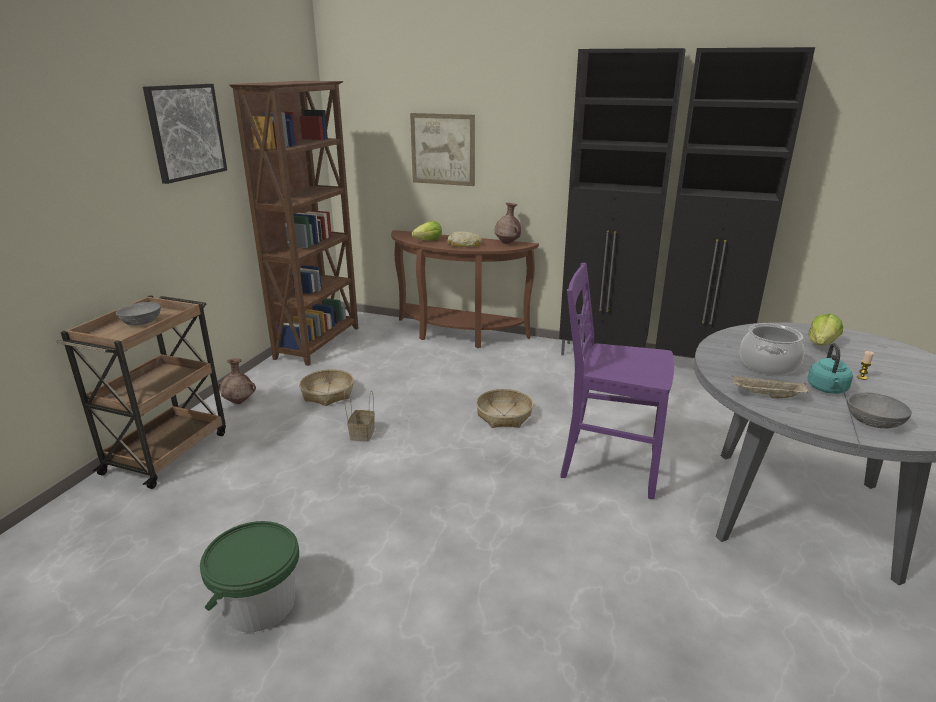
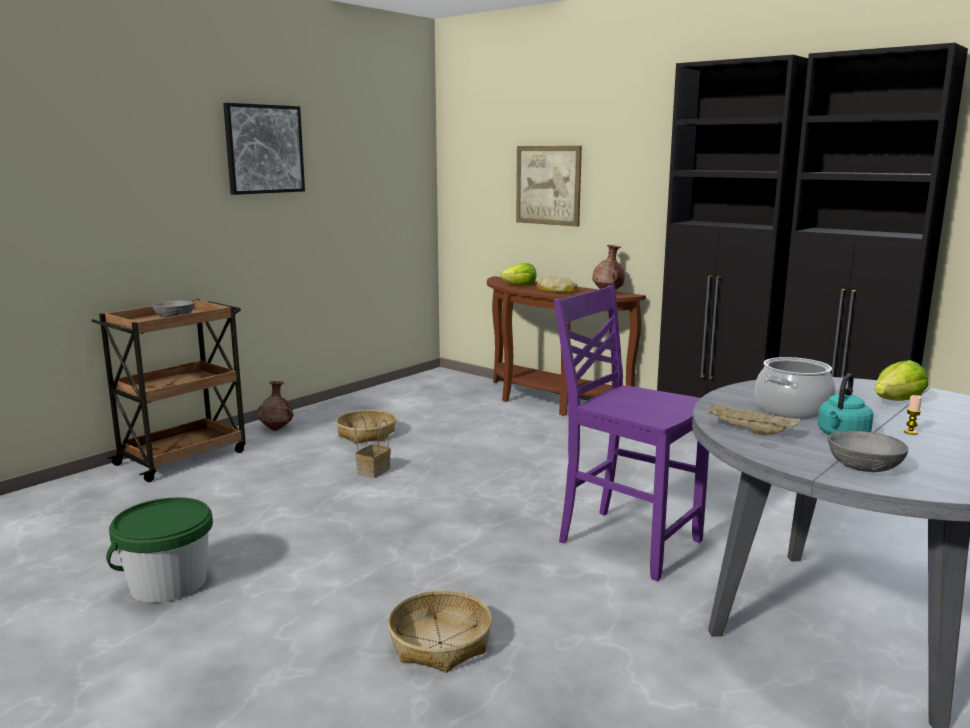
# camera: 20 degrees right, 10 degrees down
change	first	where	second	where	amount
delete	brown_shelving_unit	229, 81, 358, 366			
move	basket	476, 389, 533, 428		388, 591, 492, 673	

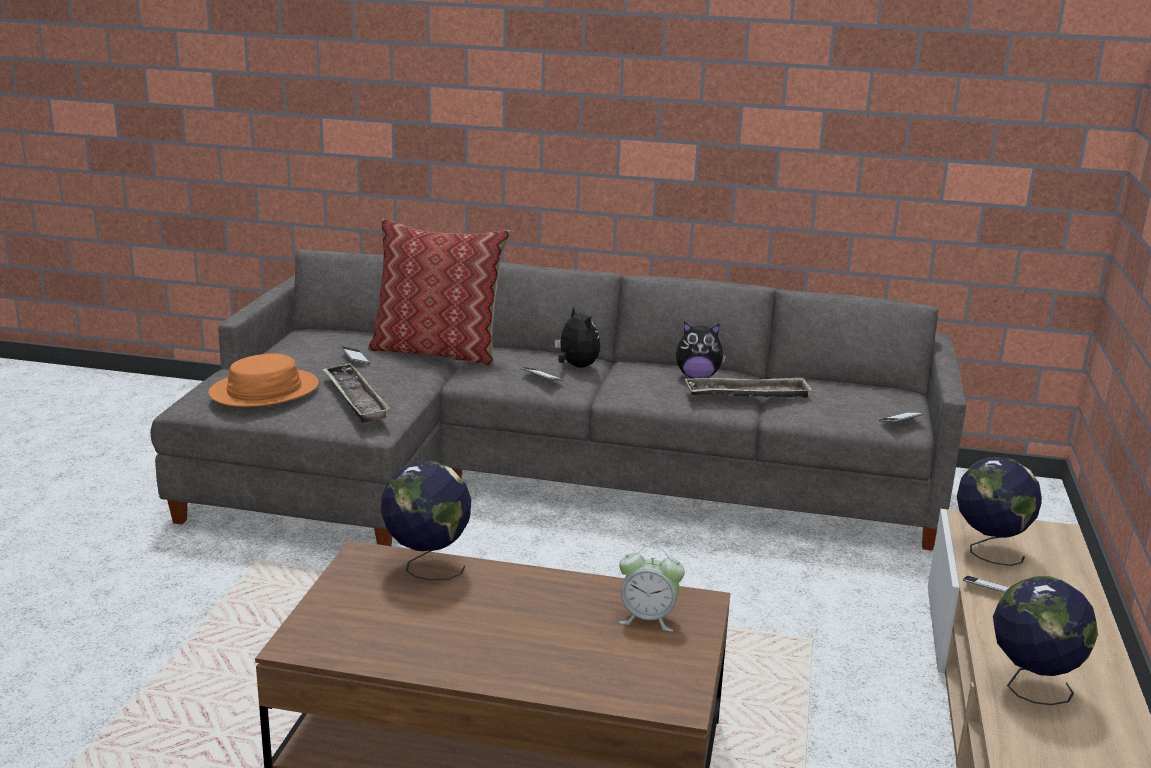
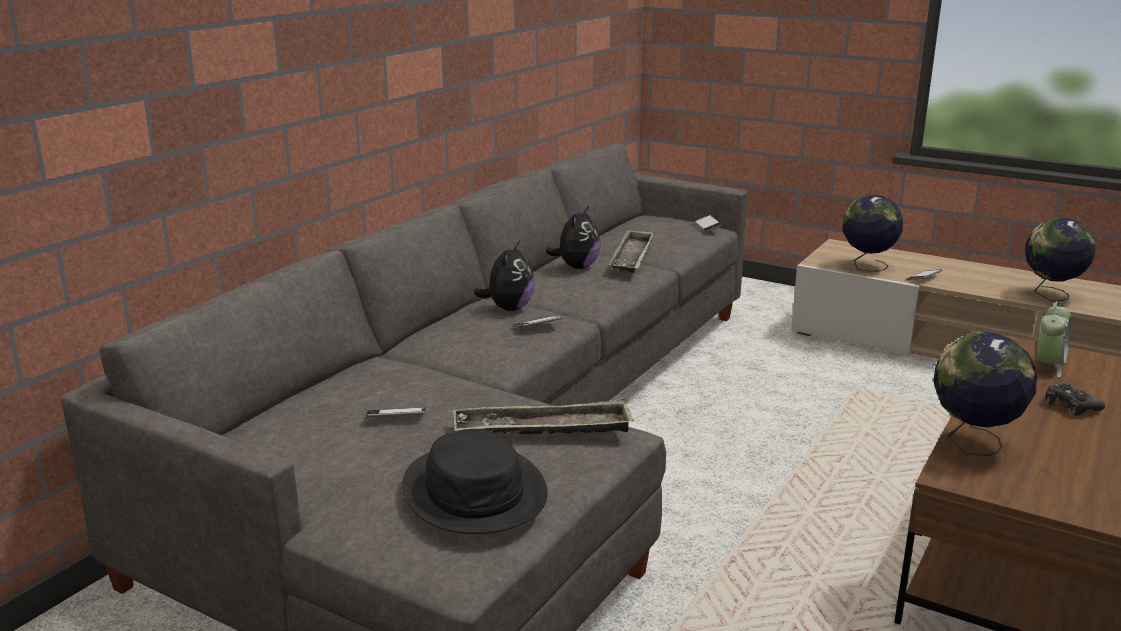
# camera: 70 degrees left, 0 degrees up
change	first	where	second	where	amount
delete	pillow	367, 219, 510, 366			
insert			black-coloured_gamepad	1045, 382, 1105, 416	
recolor	orange_clothing_hat	208, 353, 319, 407	black-coloured_clothing_hat	402, 429, 548, 534	
rotate	cuddly_toy	555, 306, 600, 368		474, 240, 535, 311	120 degrees clockwise

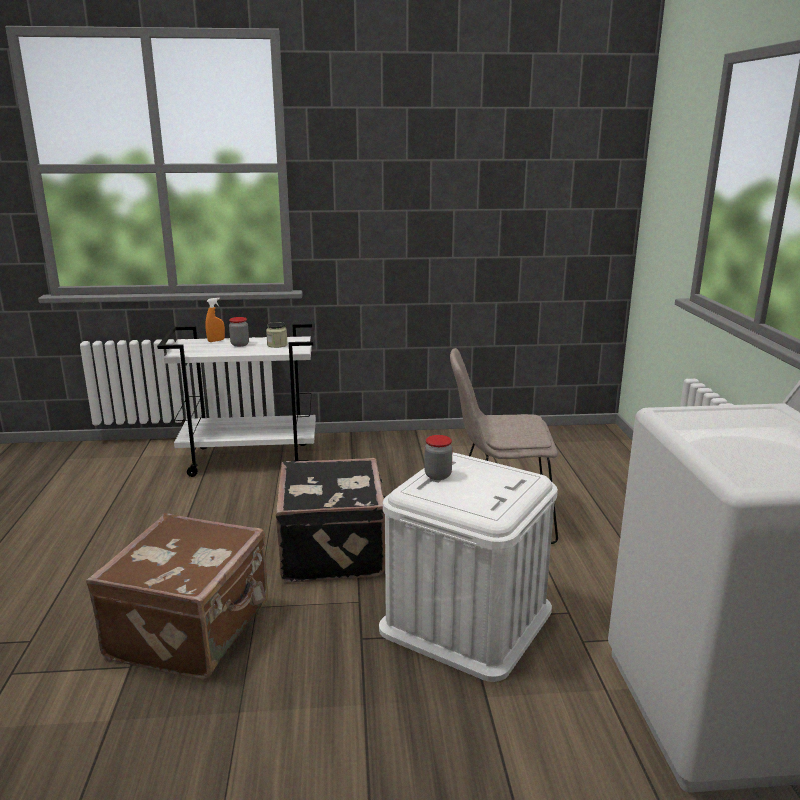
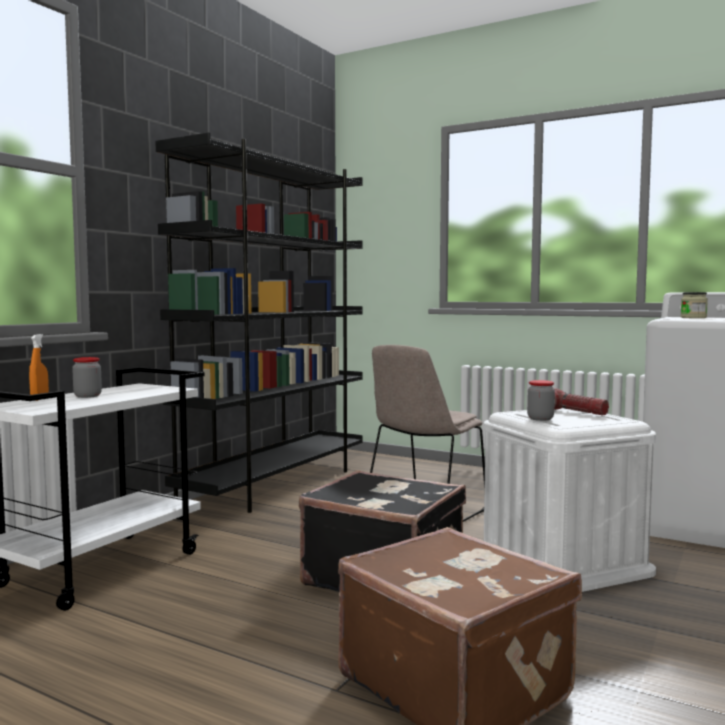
# camera: 55 degrees left, 15 degrees down
change	first	where	second	where	amount
insert			black-coloured_shelving_unit	155, 132, 362, 513	
insert			flashlight	554, 388, 609, 416	
move	storage_jar	266, 322, 288, 348		680, 292, 708, 318	

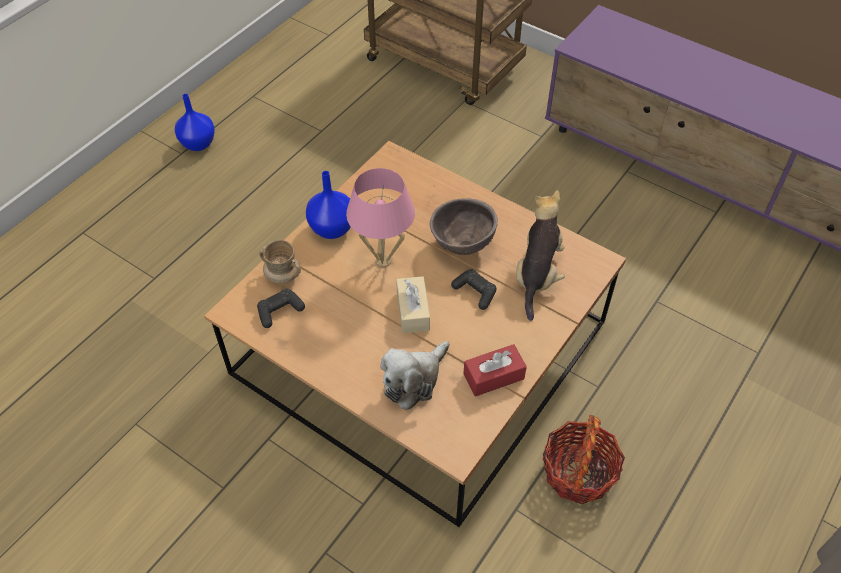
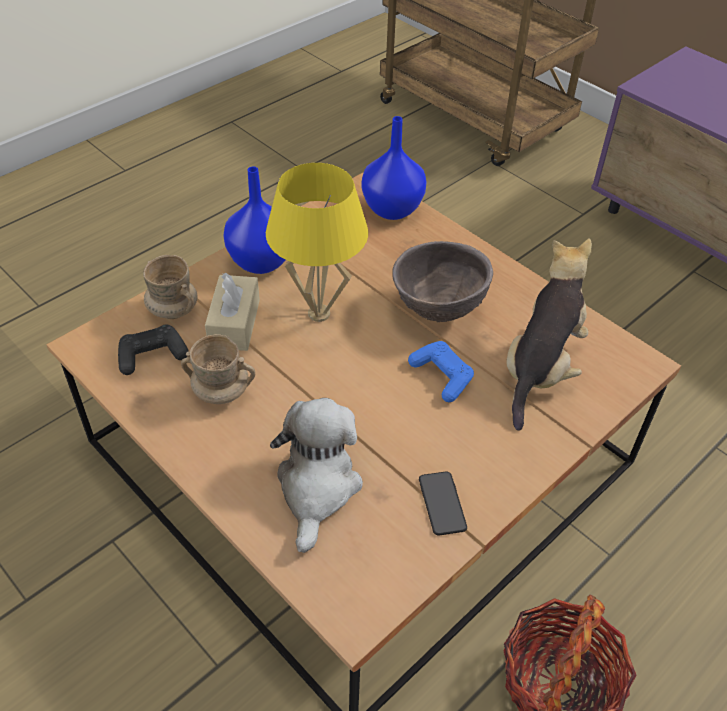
# camera: 10 degrees right, 5 degrees down
change	first	where	second	where	amount
insert			sand-coloured_tea_mug	181, 334, 255, 404	
move	blue_flower_vase	175, 94, 215, 151		362, 116, 426, 220	
move	sand-coloured_box_of_tissues	396, 276, 430, 333		205, 273, 260, 351	
replace	red-coloured_box_of_tissues	463, 344, 527, 397	phone	419, 472, 467, 535	
recolor	pink-coloured_lamp_for_a_table	346, 168, 415, 268	yellow-coloured_lamp_for_a_table	266, 163, 368, 322	
recolor	black-coloured_gamepad	451, 269, 496, 310	blue_gamepad	408, 341, 474, 402	
rotate	cuddly_toy	380, 341, 449, 410		270, 398, 363, 553	135 degrees clockwise

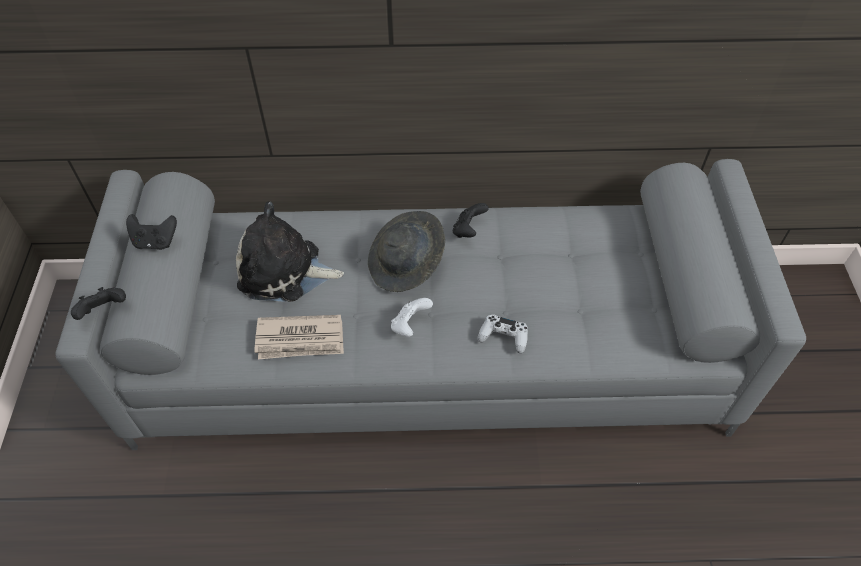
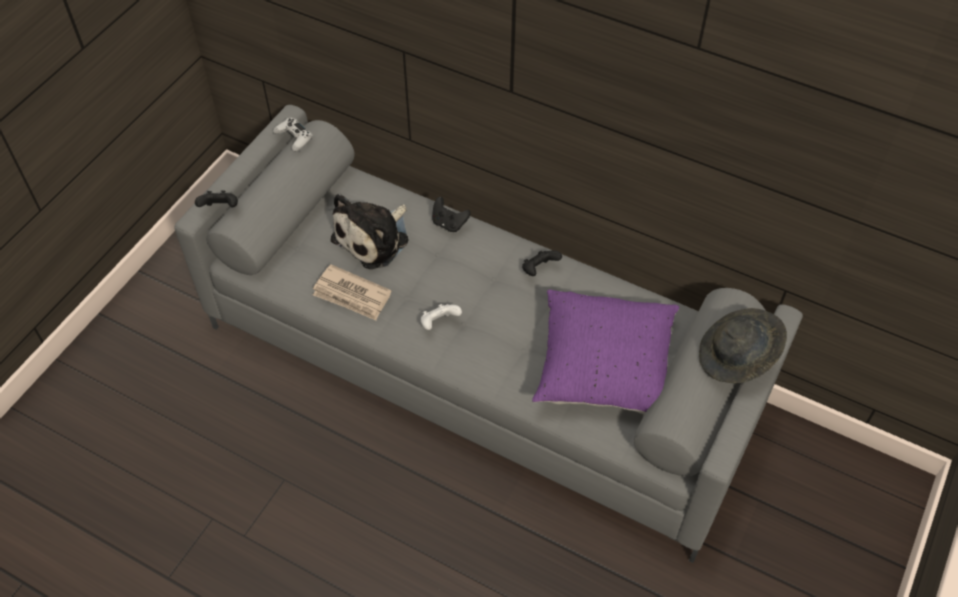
# camera: 30 degrees right, 0 degrees up
change	first	where	second	where	amount
insert			purple-coloured_pillow	532, 289, 679, 415	
move	black-coloured_gamepad	126, 214, 177, 250		432, 197, 471, 232	
move	gray_clothing_hat	368, 211, 445, 292		699, 308, 787, 383	
move	white_gamepad	477, 314, 528, 354		273, 118, 313, 152	
rotate	cuddly_toy	236, 201, 344, 302		331, 194, 409, 269	90 degrees counterclockwise

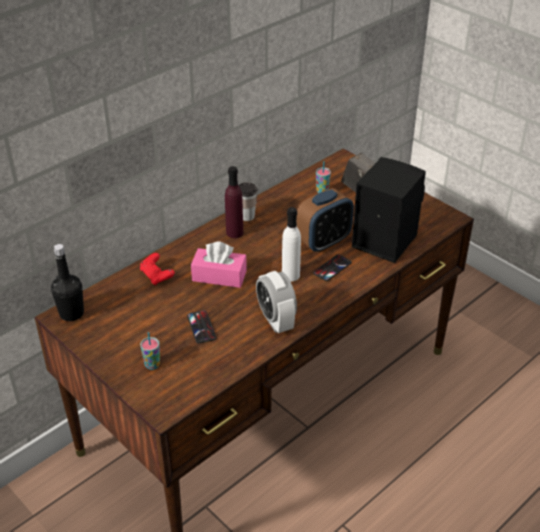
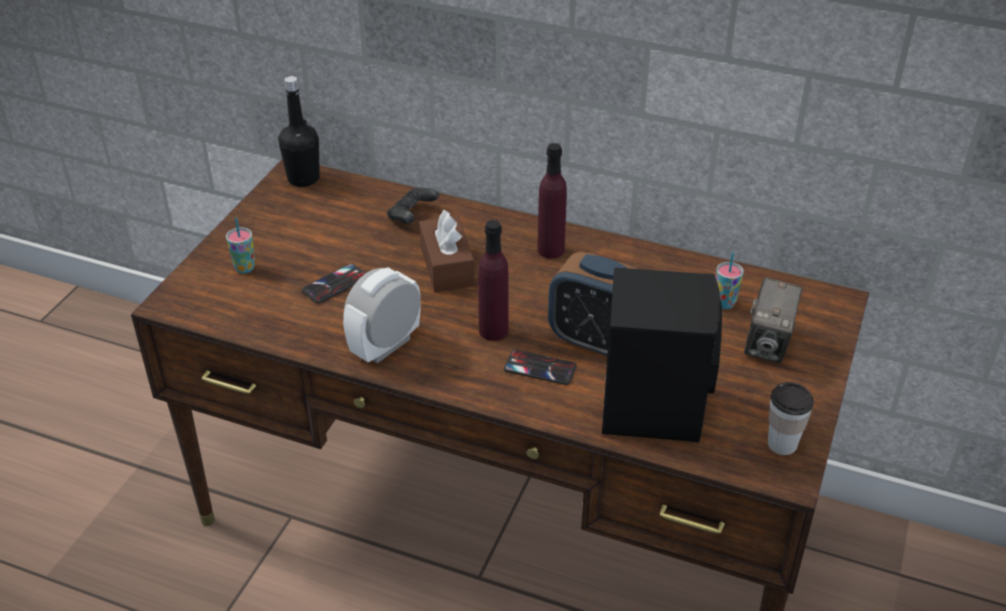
# camera: 65 degrees right, 0 degrees up
change	first	where	second	where	amount
move	cup	238, 182, 258, 221		768, 382, 814, 455	
recolor	red-coloured_gamepad	140, 253, 175, 285	black-coloured_gamepad	387, 188, 439, 224	
recolor	pink-coloured_box_of_tissues	191, 241, 247, 288	brown_box_of_tissues	419, 210, 475, 292	
recolor	white_drink_bottle	282, 207, 301, 282	purple-coloured_drink_bottle	478, 220, 509, 341	

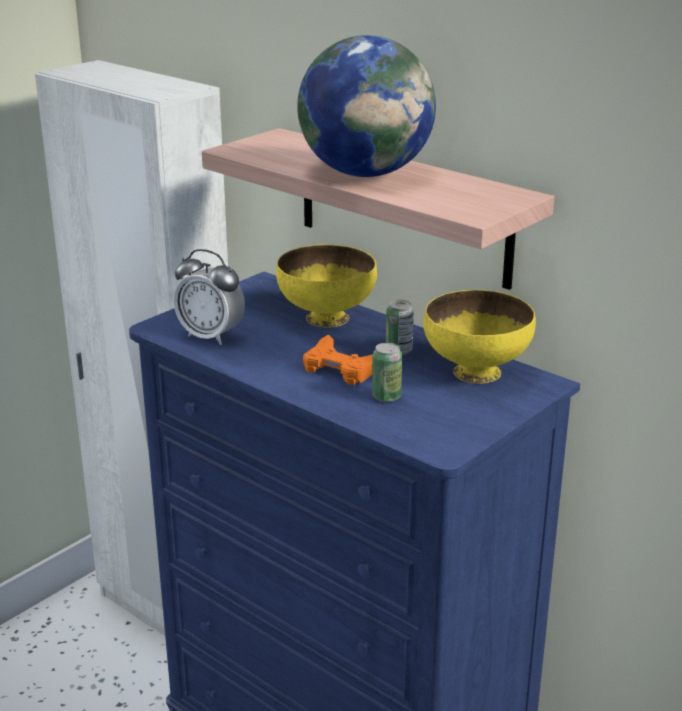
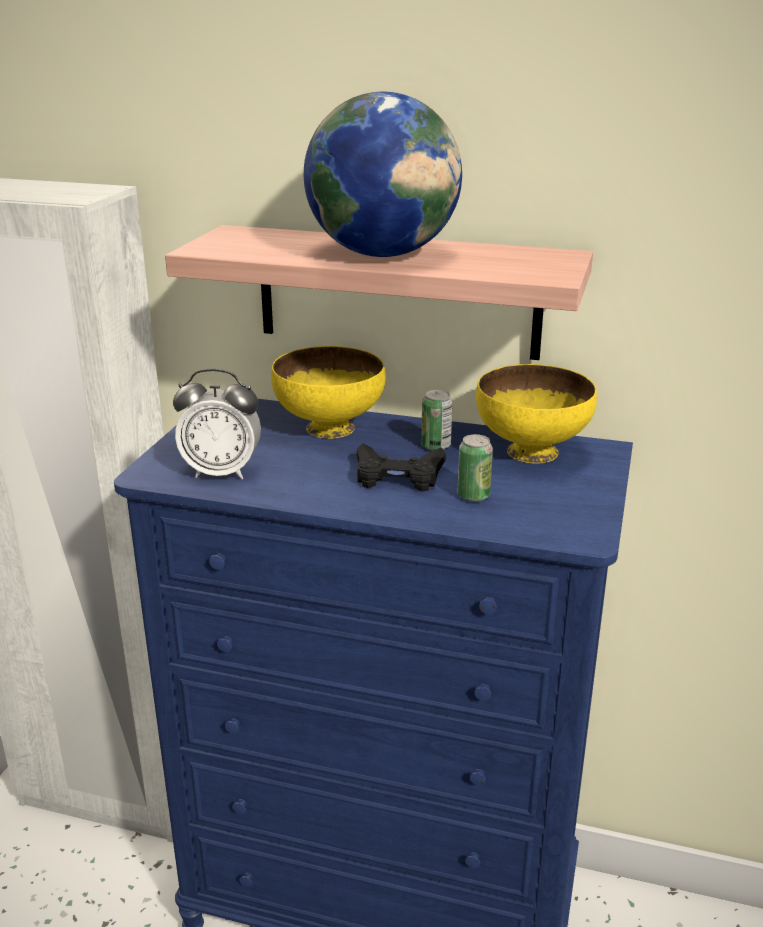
# camera: 25 degrees left, 0 degrees up
change	first	where	second	where	amount
recolor	orange_gamepad	303, 335, 373, 385	black-coloured_gamepad	357, 443, 446, 491	

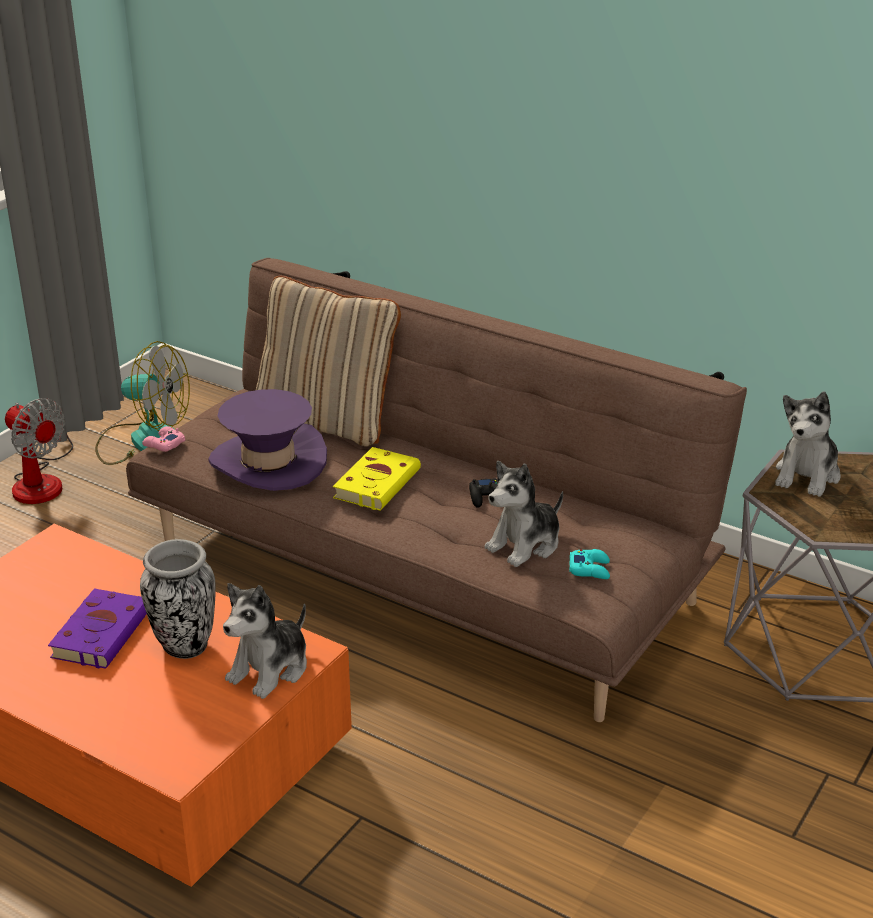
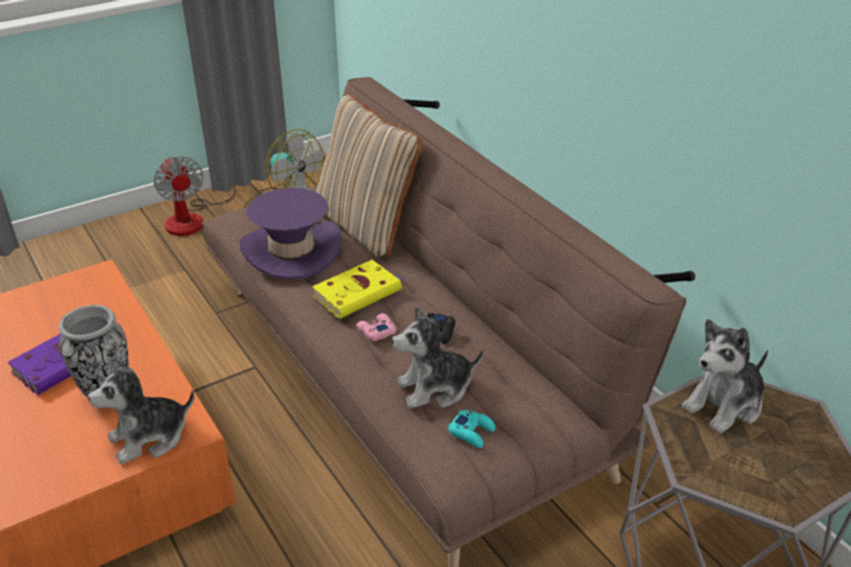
# camera: 25 degrees right, 5 degrees up
change	first	where	second	where	amount
move	pink-coloured_gamepad	142, 426, 185, 452		356, 313, 396, 341	

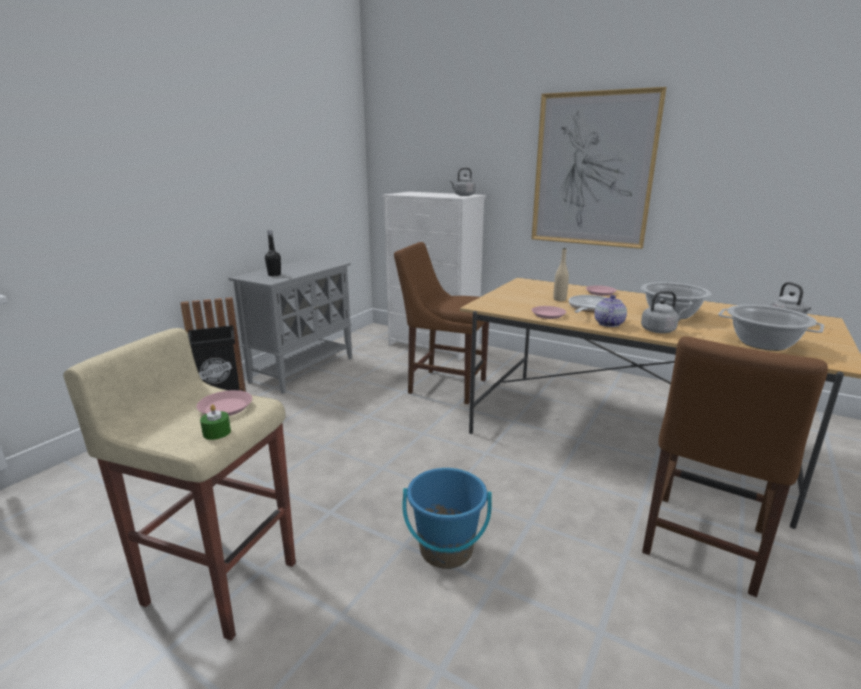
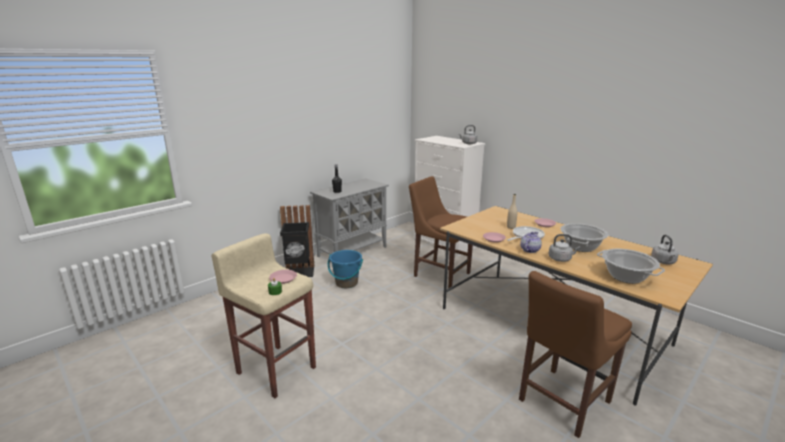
# camera: 15 degrees right, 0 degrees up
change	first	where	second	where	amount
delete	wall_art	532, 87, 667, 249			
move	blue_water_bucket	403, 468, 492, 569		328, 250, 363, 288	

